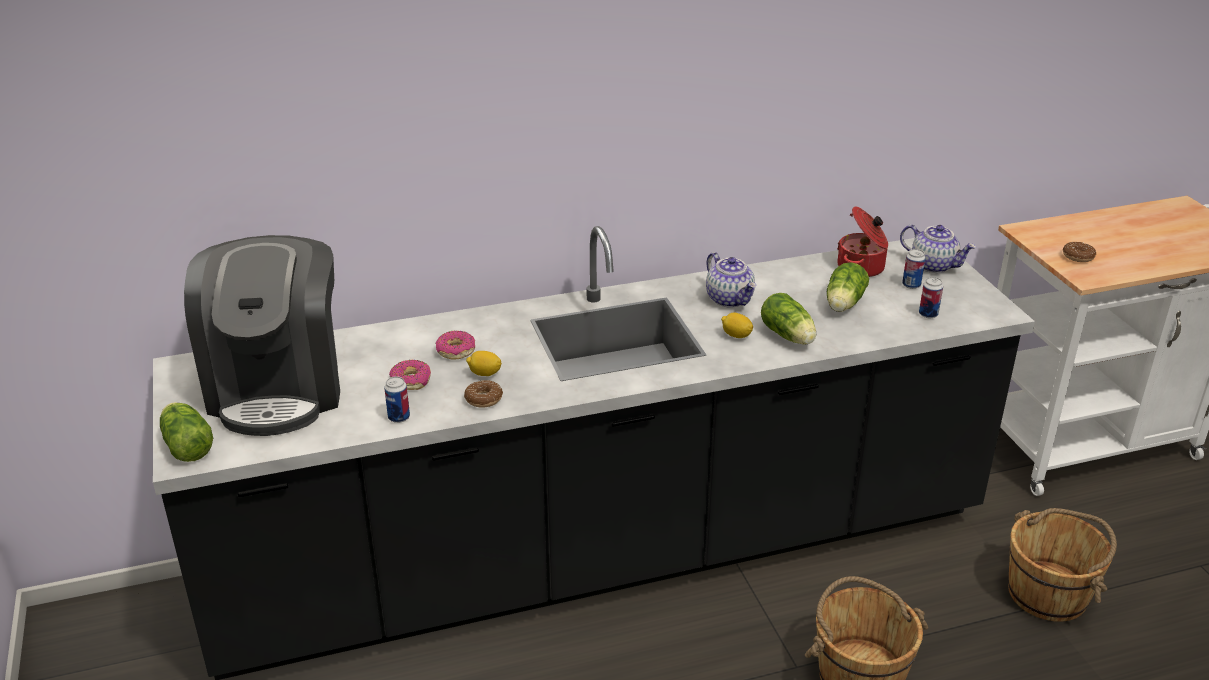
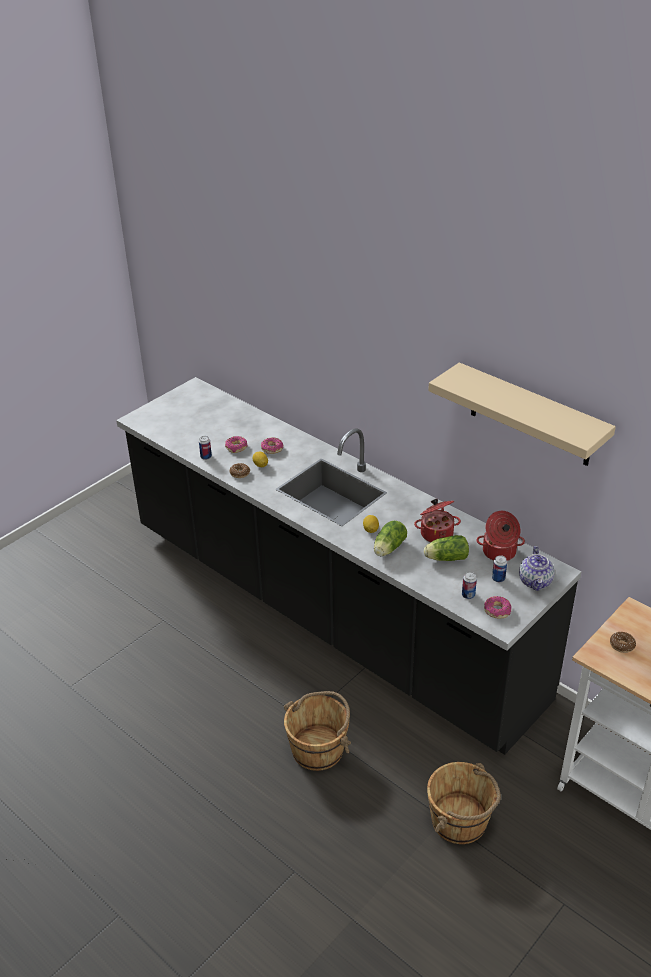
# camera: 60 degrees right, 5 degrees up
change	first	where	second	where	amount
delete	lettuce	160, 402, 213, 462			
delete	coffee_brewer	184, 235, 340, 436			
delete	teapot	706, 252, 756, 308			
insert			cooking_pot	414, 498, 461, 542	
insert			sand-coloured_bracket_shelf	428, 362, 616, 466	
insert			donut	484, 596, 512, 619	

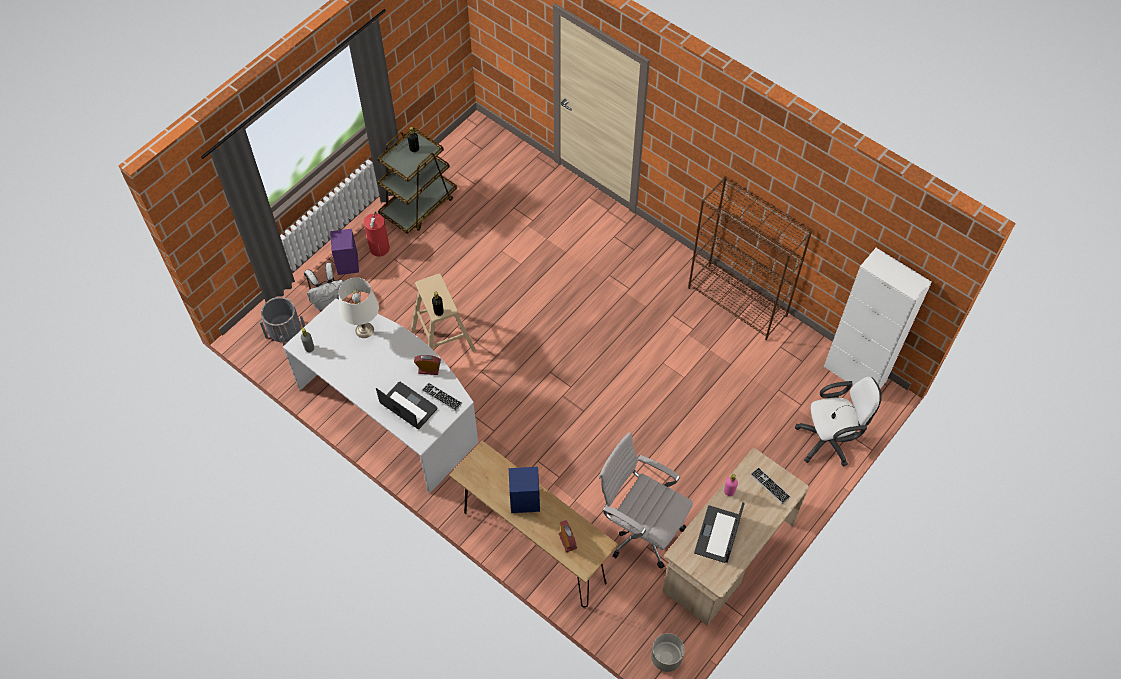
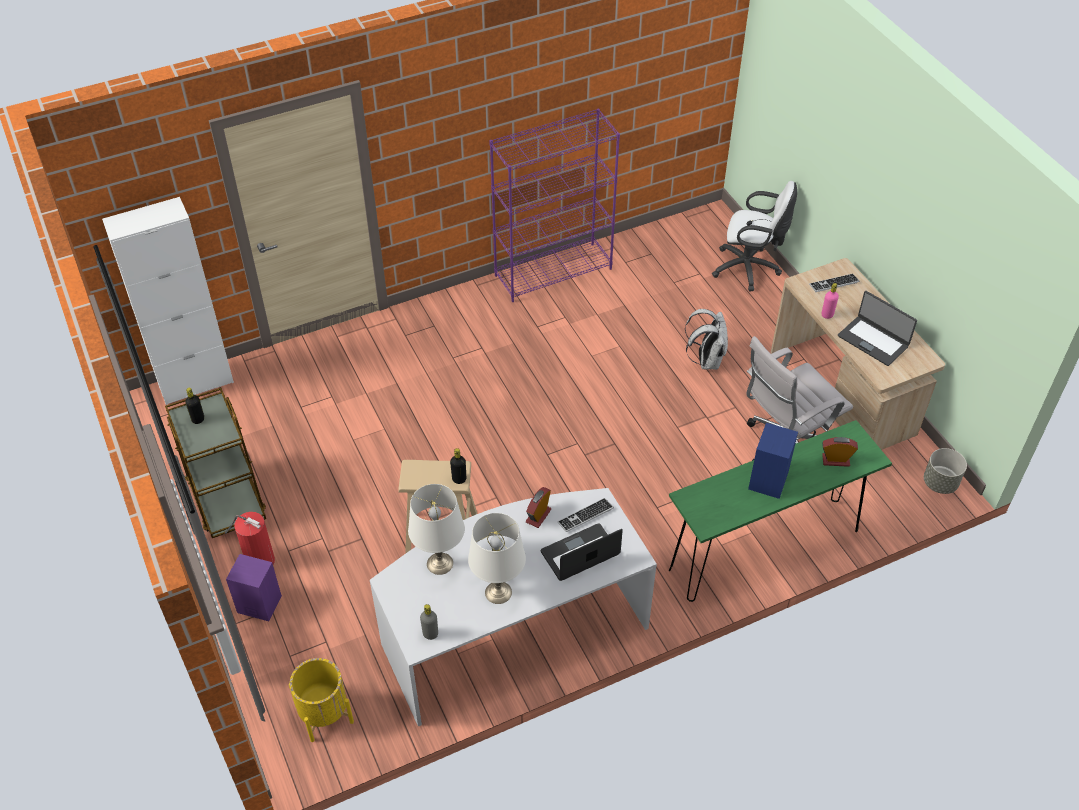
# camera: 65 degrees left, 10 degrees down
change	first	where	second	where	amount
insert			white_lamp_for_a_table	468, 513, 526, 604	
move	white_rucksack	304, 263, 344, 310		685, 309, 728, 370	
move	white_cupboard	824, 248, 932, 389		102, 197, 234, 405	
recolor	gray_plant_pot	260, 297, 305, 346	yellow-coloured_plant_pot	289, 658, 354, 742	
recolor	brown_hall_table	449, 440, 618, 607	green_hall_table	669, 420, 892, 602	
recolor	brown_shelving_unit	688, 176, 813, 340	purple-coloured_shelving_unit	489, 109, 620, 302	
rotate	white_desk_chair	795, 377, 882, 466		712, 181, 797, 291	90 degrees clockwise

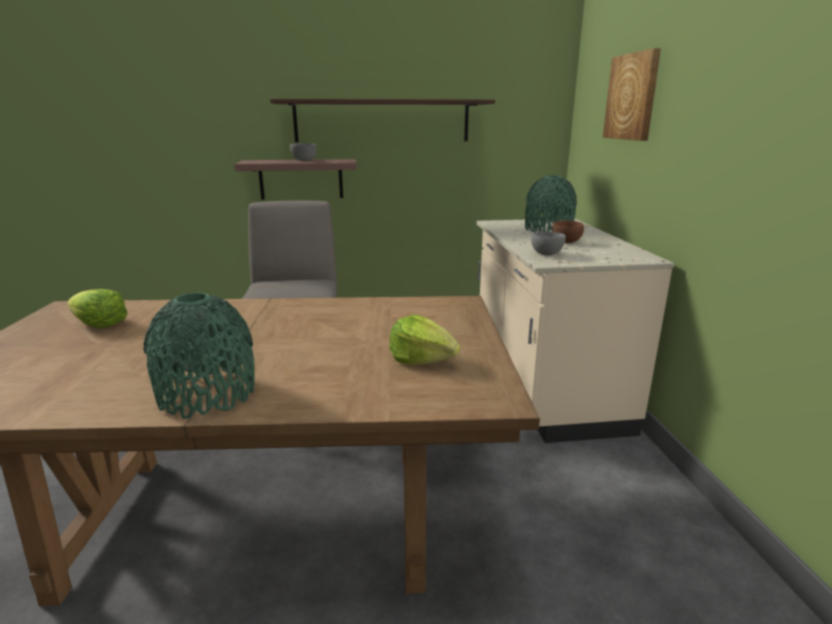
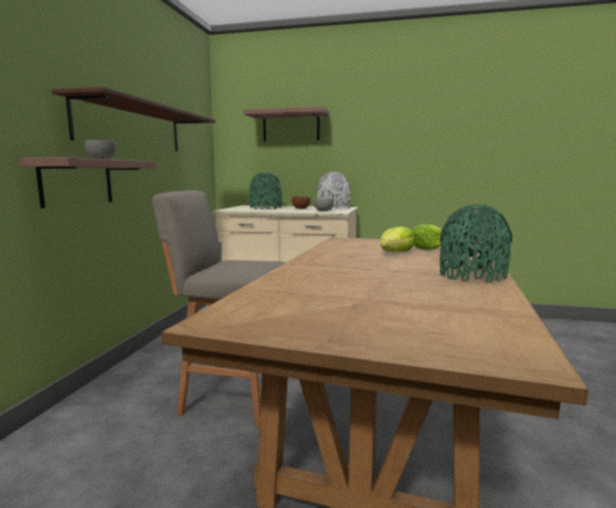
# camera: 70 degrees left, 10 degrees down
change	first	where	second	where	amount
insert			gray_flower_vase	317, 172, 351, 210	
move	lettuce	67, 289, 128, 328		380, 226, 415, 252	
replace	wall_art	603, 48, 661, 141	bracket_shelf	243, 106, 330, 141	

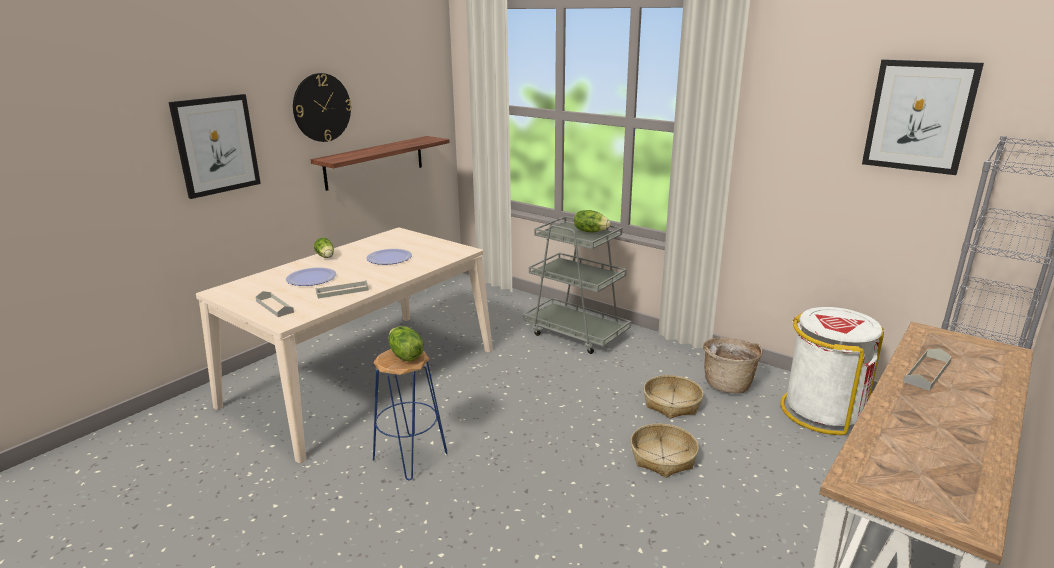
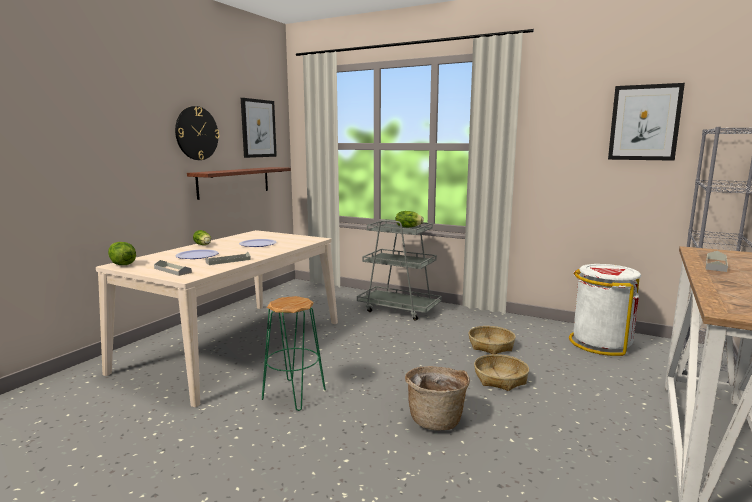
# camera: 10 degrees left, 10 degrees down
change	first	where	second	where	amount
move	wall_art	169, 94, 261, 199		241, 98, 277, 158	
move	lettuce	388, 326, 424, 362		108, 242, 136, 265	
move	basket	703, 337, 763, 393		405, 366, 470, 431	
recolor	blue_stool_seat	373, 349, 448, 480	green_stool_seat	262, 296, 326, 411	

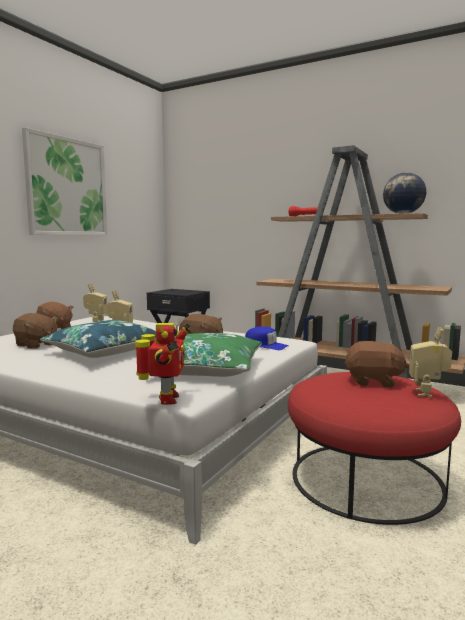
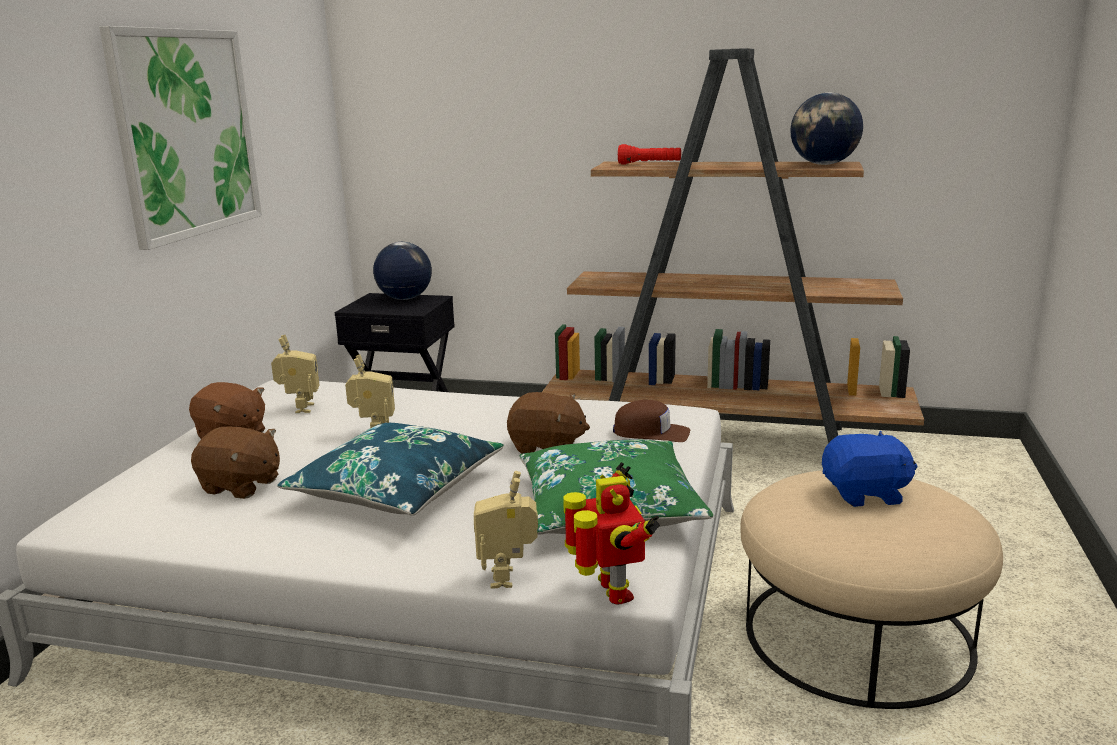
# camera: 15 degrees left, 10 degrees up
change	first	where	second	where	amount
insert			globe	373, 242, 432, 300	
move	robot_figure	409, 327, 452, 397		474, 471, 538, 589	
recolor	blue_baseball_cap	245, 326, 288, 350	brown_baseball_cap	613, 400, 690, 442	
recolor	red-coloured_footrest	288, 372, 461, 525	sand-coloured_footrest	741, 470, 1003, 709	
recolor	brown_cuddly_toy	344, 341, 409, 387	blue_cuddly_toy	822, 431, 917, 507	

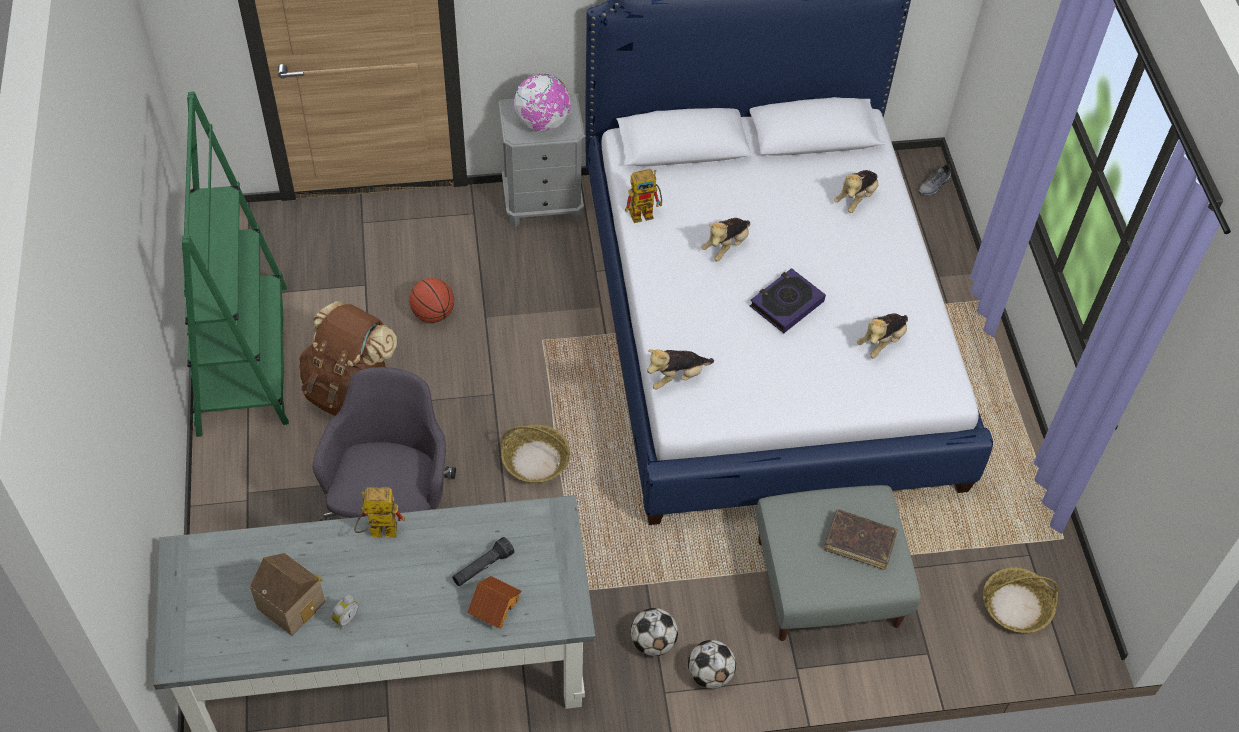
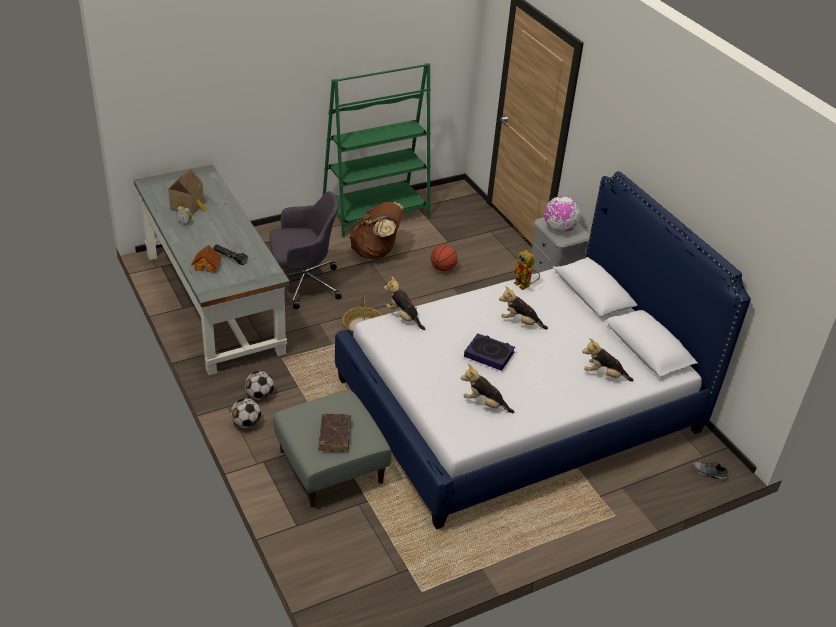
# camera: 70 degrees right, 15 degrees down
change	first	where	second	where	amount
delete	robot_figure	354, 488, 405, 537			
delete	basket	983, 568, 1059, 633			

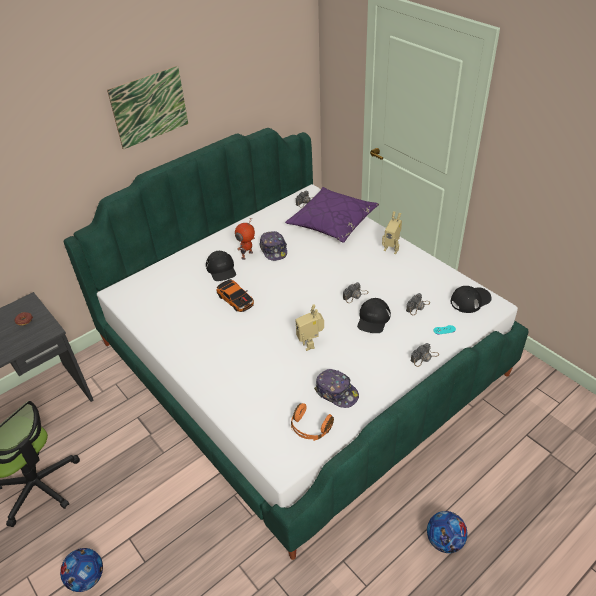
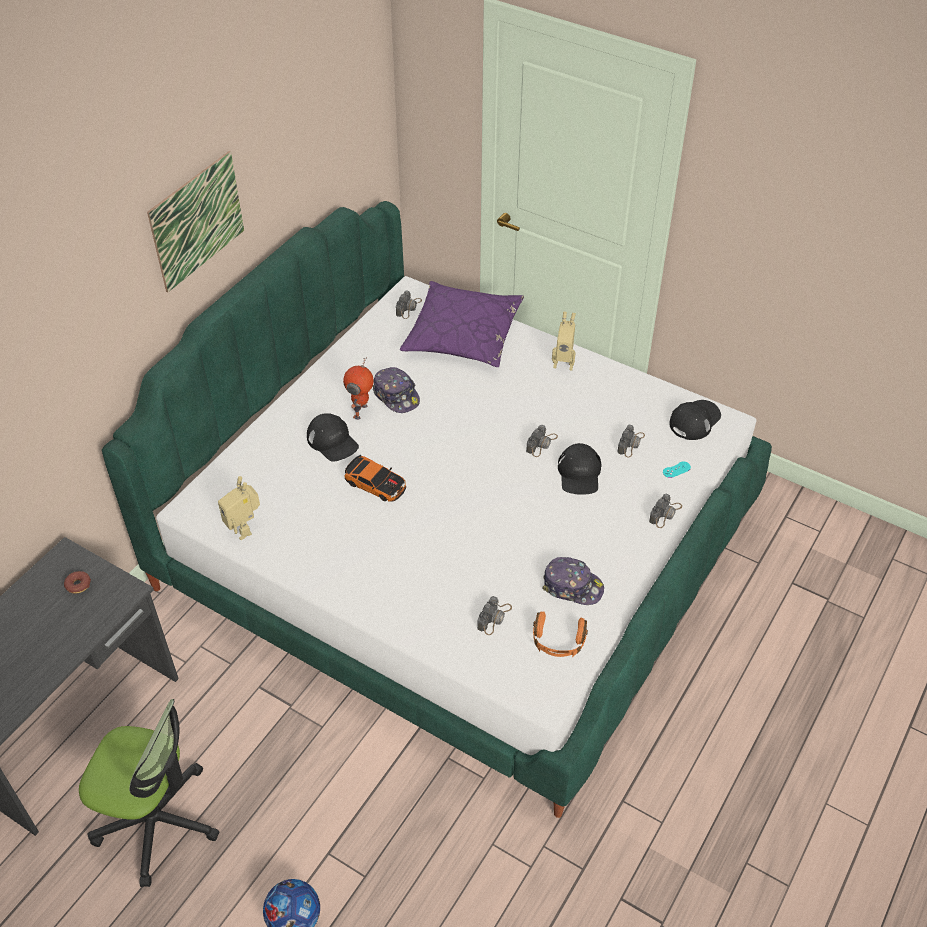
# camera: 20 degrees left, 5 degrees up
change	first	where	second	where	amount
delete	football_ball	427, 511, 467, 553			
insert			photo_camera	477, 596, 512, 635	
move	robot_figure	296, 304, 324, 351		218, 476, 260, 540	

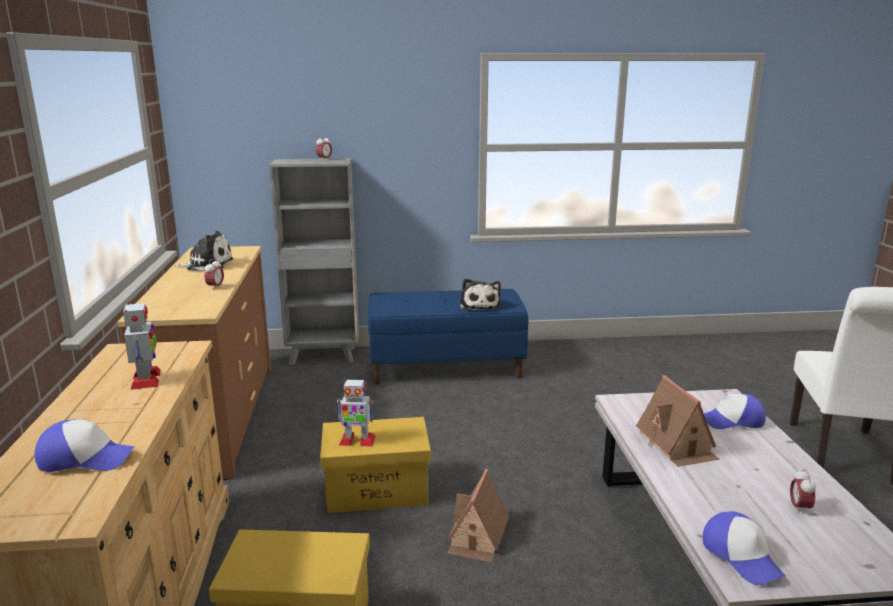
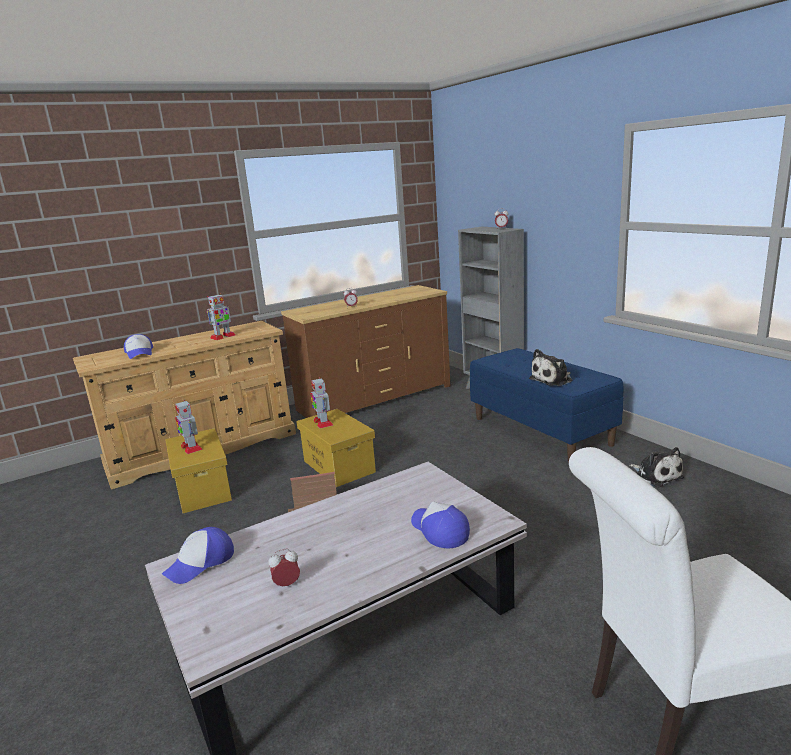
# camera: 65 degrees right, 0 degrees up
change	first	where	second	where	amount
delete	model_house	636, 375, 719, 467			
insert			robot_figure	175, 400, 203, 454	
move	cuddly_toy	174, 231, 233, 271		629, 447, 684, 488	

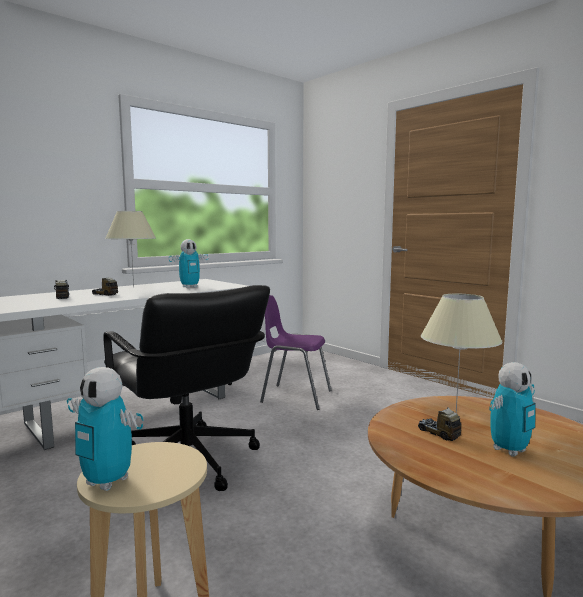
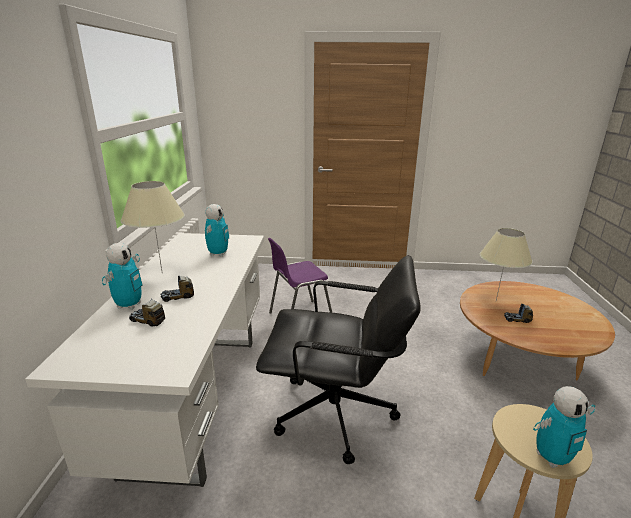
# camera: 45 degrees left, 15 degrees up
change	first	where	second	where	amount
move	robot_figure	489, 362, 536, 457		102, 243, 142, 310	

